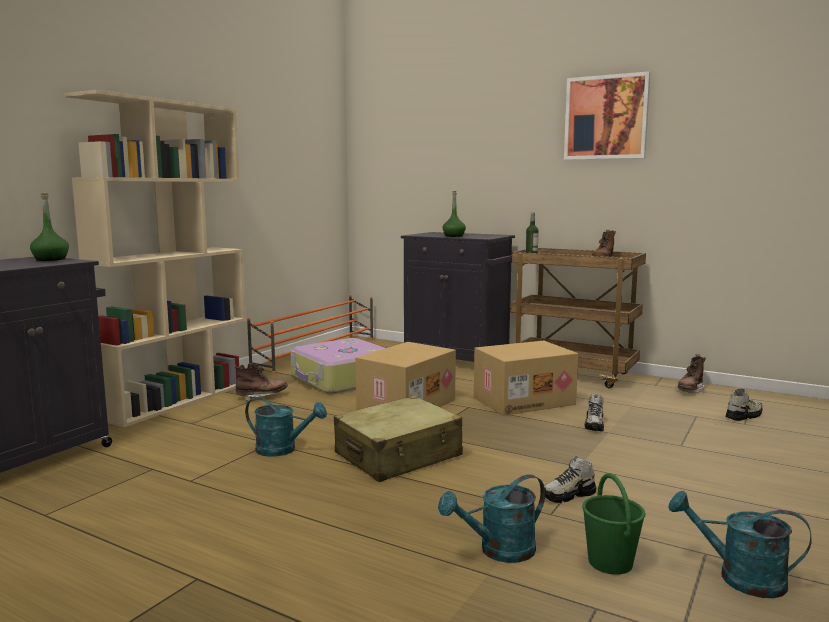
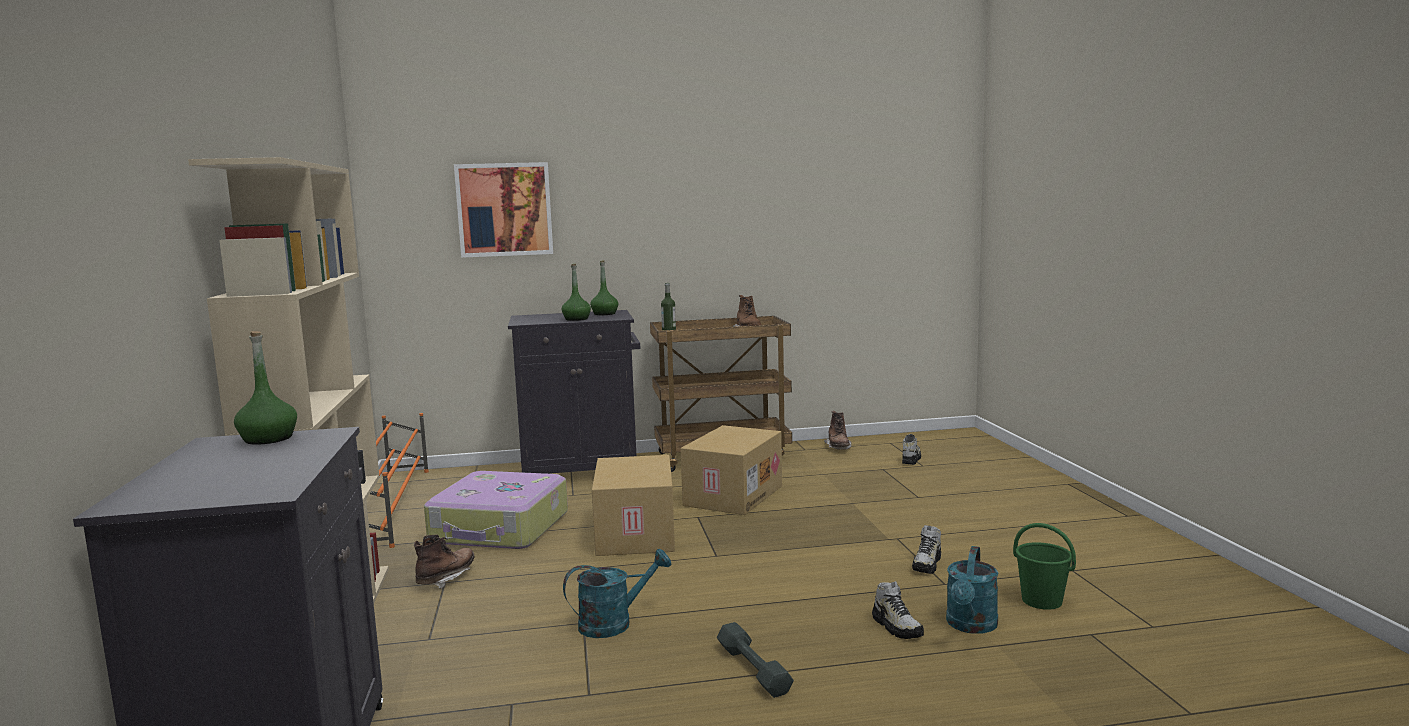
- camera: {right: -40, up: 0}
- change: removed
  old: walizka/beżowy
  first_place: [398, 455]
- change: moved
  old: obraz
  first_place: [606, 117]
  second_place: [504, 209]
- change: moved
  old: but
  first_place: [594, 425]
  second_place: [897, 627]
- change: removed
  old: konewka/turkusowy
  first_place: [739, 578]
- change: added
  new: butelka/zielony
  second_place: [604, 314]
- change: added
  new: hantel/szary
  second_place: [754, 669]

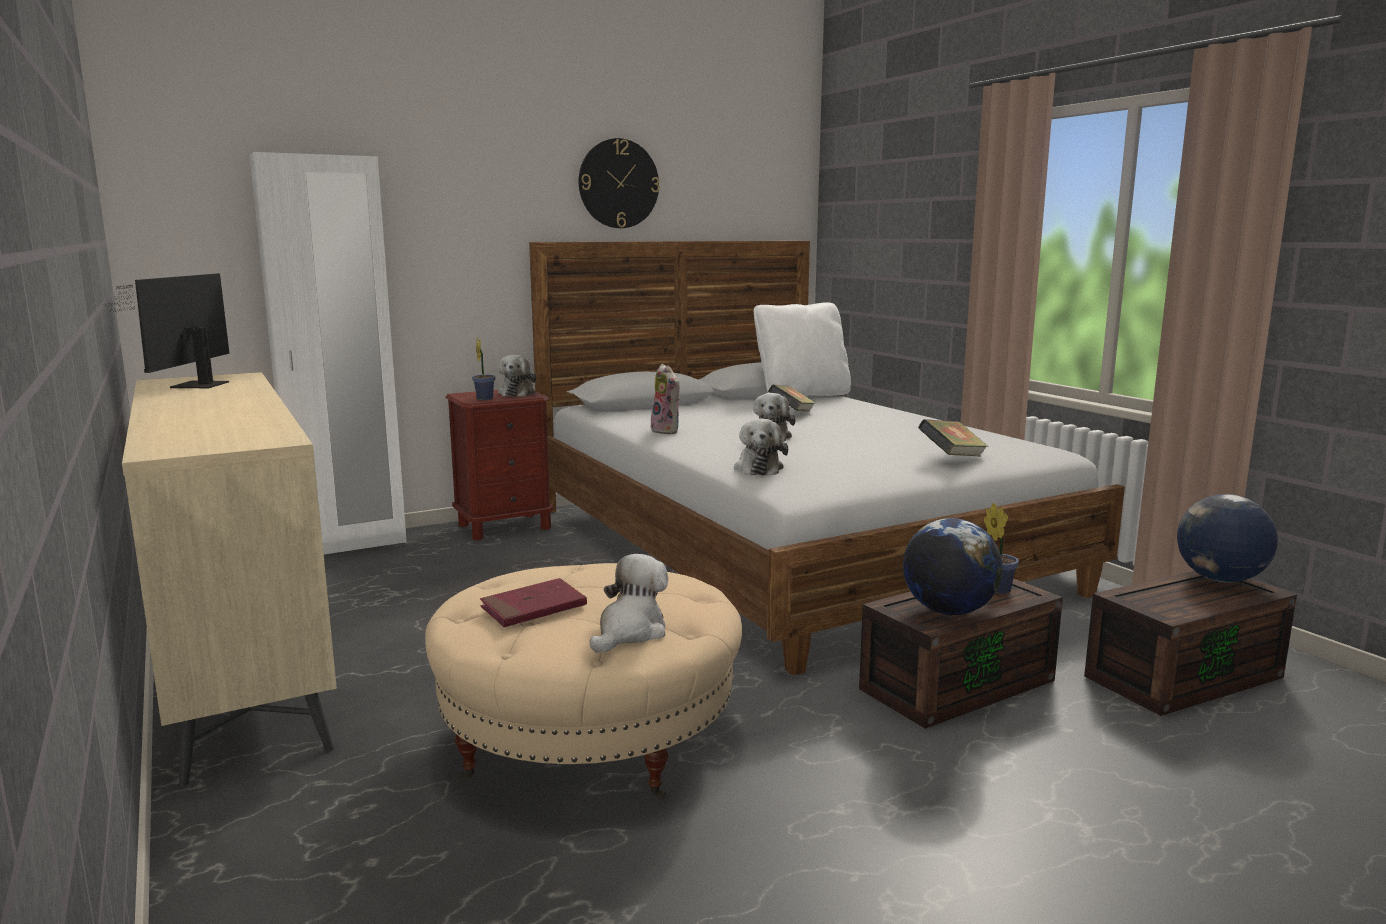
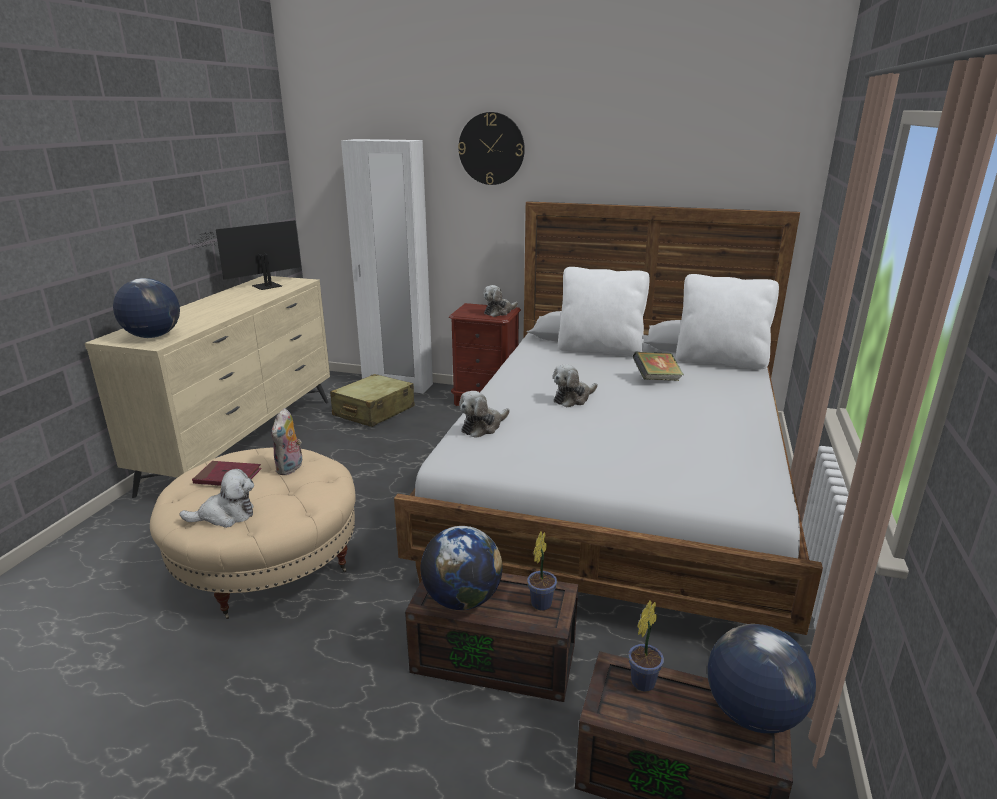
- camera: {right: 45, up: 10}
- change: moved
  old: roślina doniczkowa
  first_place: [485, 398]
  second_place: [644, 680]
- change: moved
  old: zegar ścienny
  first_place: [618, 183]
  second_place: [491, 149]
- change: moved
  old: pluszak
  first_place: [667, 431]
  second_place: [290, 468]
- change: removed
  old: książka
  first_place: [952, 458]
- change: added
  new: globus
  second_place: [152, 336]
- change: added
  new: walizka/beżowy
  second_place: [373, 411]
- change: added
  new: poduszka/biały
  second_place: [600, 349]

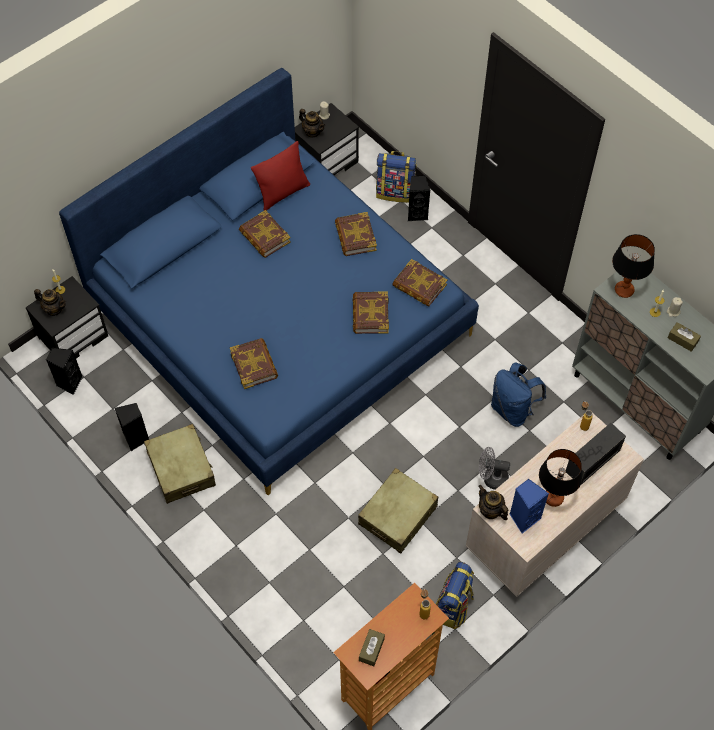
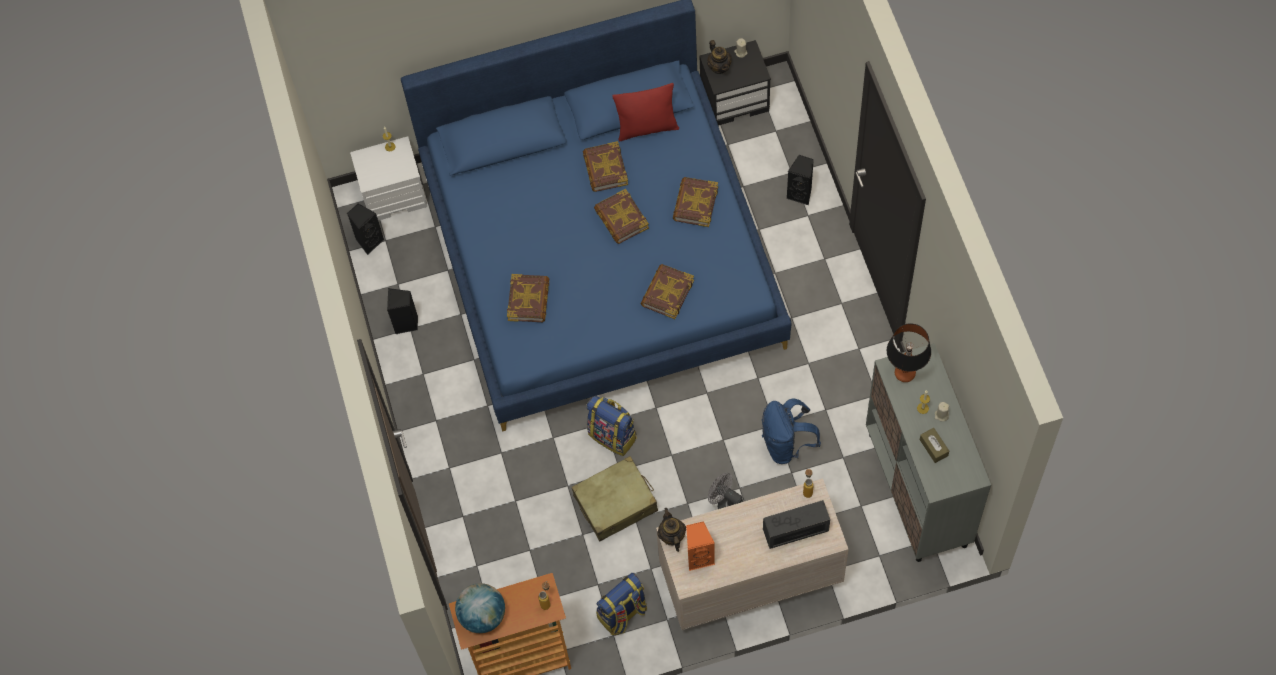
- camera: {right: 30, up: 5}
- change: recoloured
  old: szafka nocna/czarny
  new: szafka nocna/biały
  first_place: [73, 336]
  second_place: [394, 194]
- change: removed
  old: imbryk
  first_place: [54, 309]
- change: removed
  old: walizka/beżowy
  first_place: [181, 469]
- change: replaced
  old: pudełko chusteczek/brązowy
  new: globus
  first_place: [371, 649]
  second_place: [483, 615]
- change: moved
  old: plecak
  first_place: [395, 192]
  second_place: [613, 435]
- change: moved
  old: książka
  first_place: [419, 286]
  second_place: [621, 219]
- change: recoloured
  old: głośnik/niebieski
  new: głośnik/pomarańczowy
  first_place: [524, 518]
  second_place: [699, 556]
- change: removed
  old: lampa stołowa
  first_place: [553, 498]

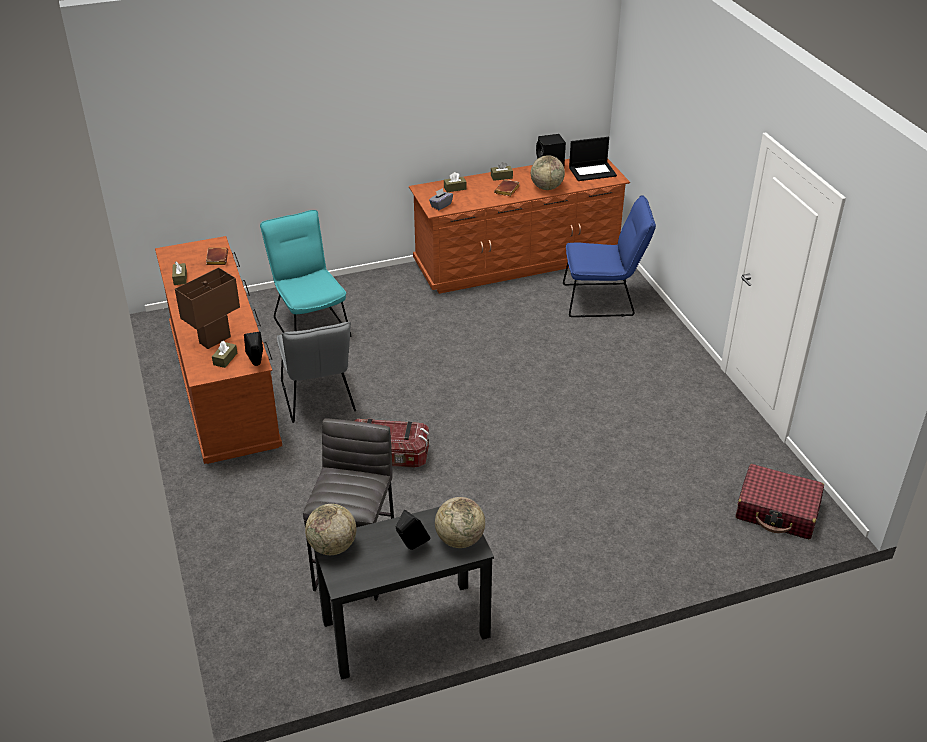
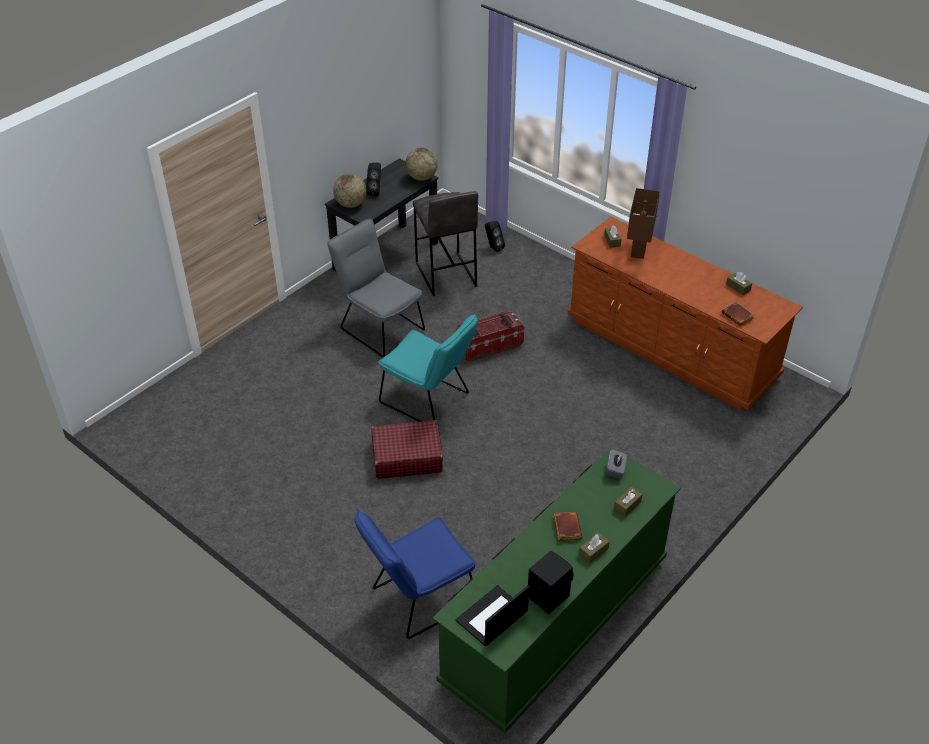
- camera: {right: 150, up: 5}
- change: moved
  old: głośnik/czarny
  first_place: [256, 365]
  second_place: [493, 248]
- change: moved
  old: krzesło/turkusowy
  first_place: [310, 324]
  second_place: [429, 400]
- change: moved
  old: krzesło/szary
  first_place: [319, 400]
  second_place: [378, 326]
- change: recoloured
  old: komoda/brązowy
  new: komoda/zielony
  first_place: [517, 261]
  second_place: [555, 620]
- change: removed
  old: globus
  first_place: [546, 187]
- change: moved
  old: walizka/czerwony
  first_place: [777, 511]
  second_place: [406, 457]

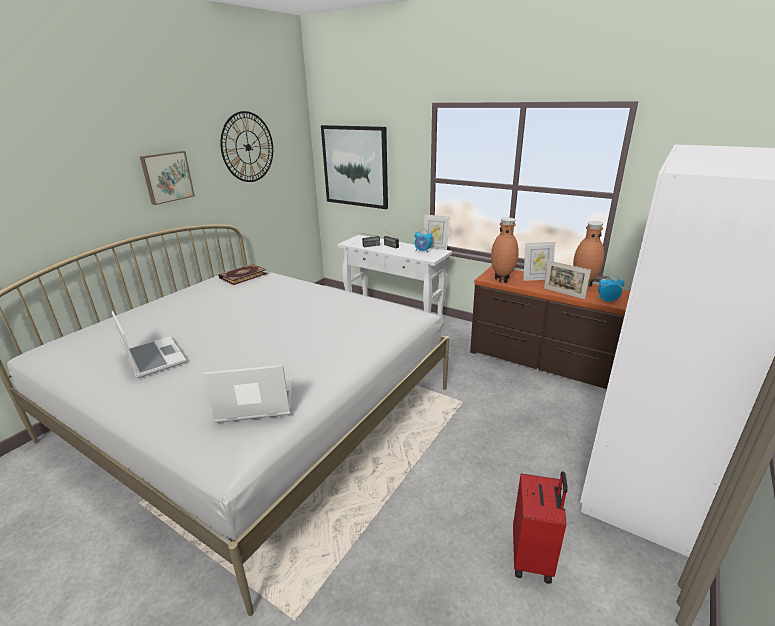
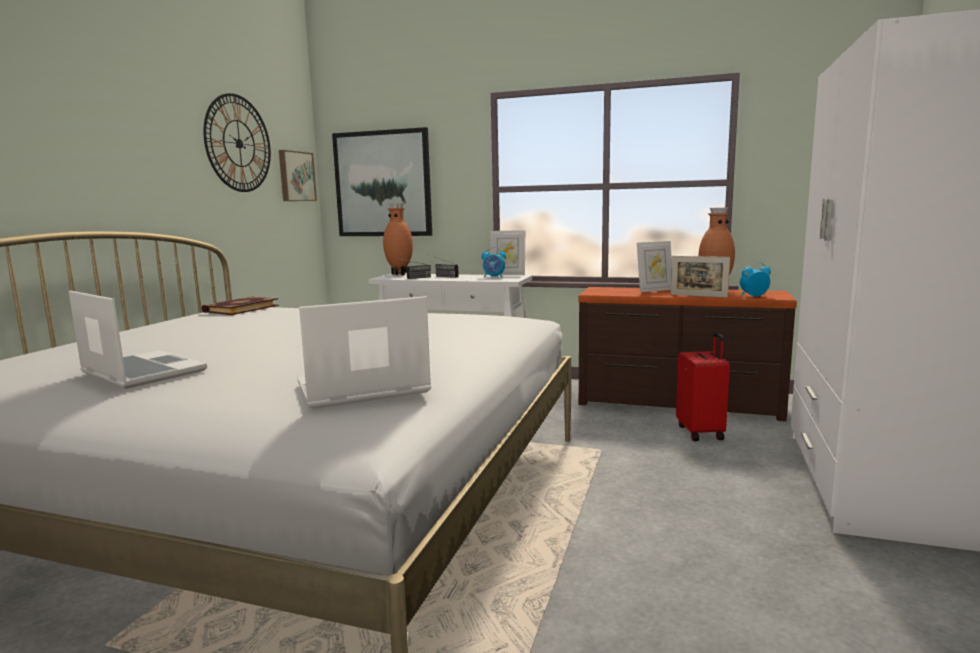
- camera: {right: -15, up: -15}
- change: moved
  old: obraz
  first_place: [167, 177]
  second_place: [296, 176]
- change: moved
  old: wazon/brązowy
  first_place: [502, 279]
  second_place: [400, 274]
- change: moved
  old: walizka/czerwony
  first_place: [533, 557]
  second_place: [701, 432]

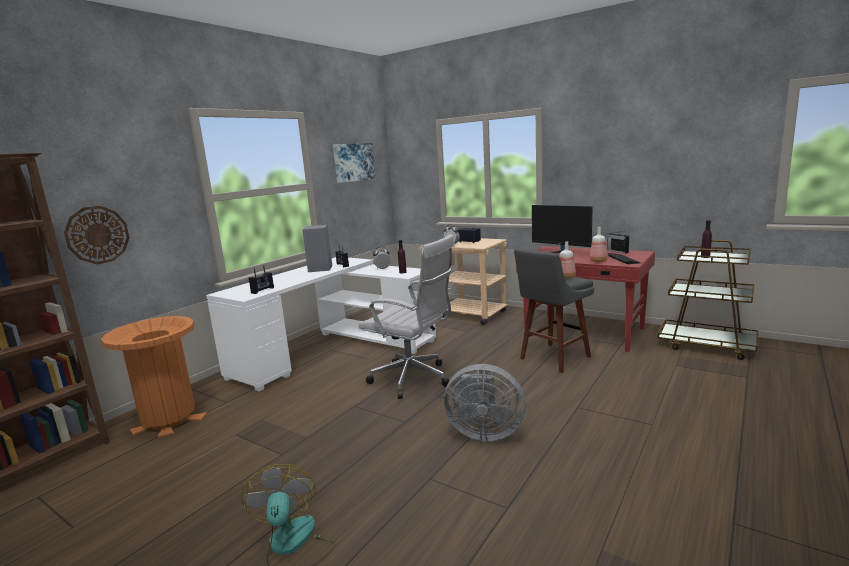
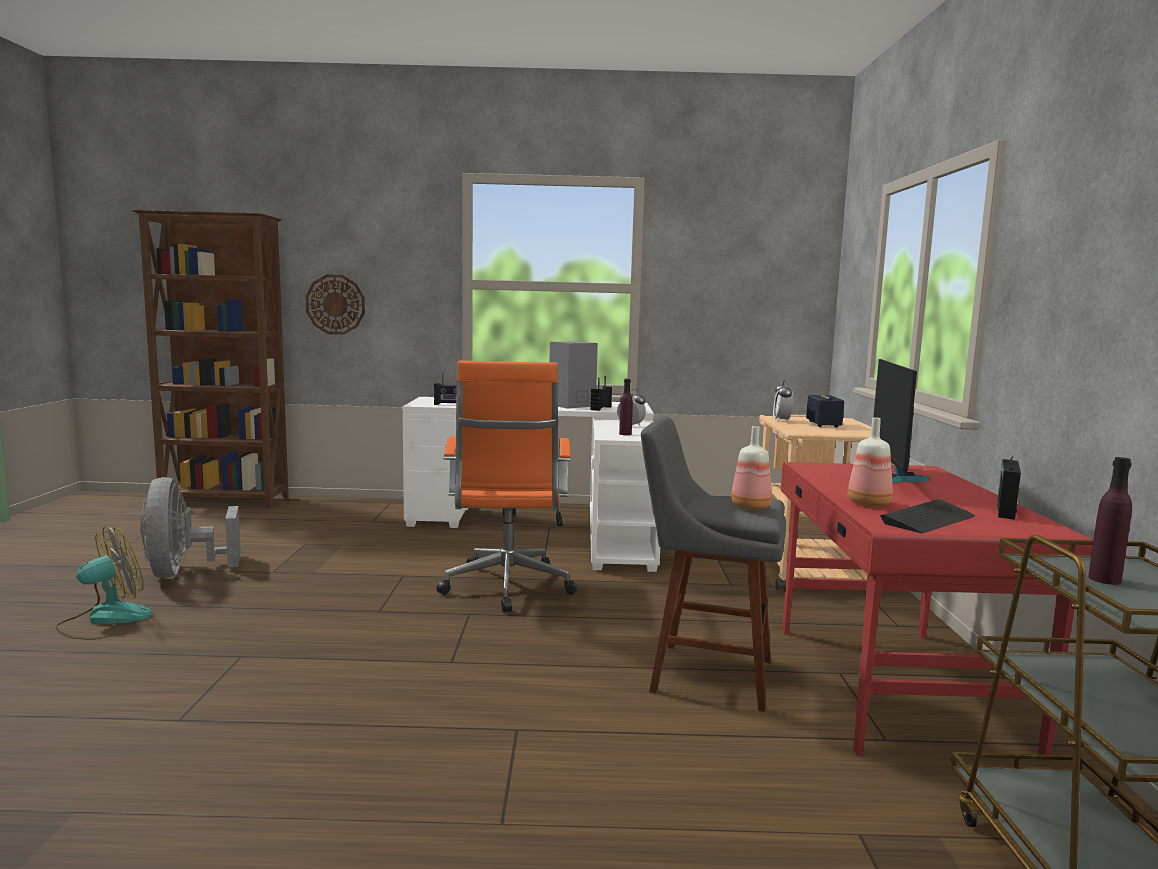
- camera: {right: 55, up: -5}
- change: removed
  old: kosz na śmieci/pomarańczowy
  first_place: [169, 419]
- change: removed
  old: obraz
  first_place: [353, 162]
- change: recoloured
  old: krzesło biurowe/biały
  new: krzesło biurowe/pomarańczowy
  first_place: [414, 379]
  second_place: [507, 589]
- change: moved
  old: wentylator/szary
  first_place: [483, 432]
  second_place: [183, 572]

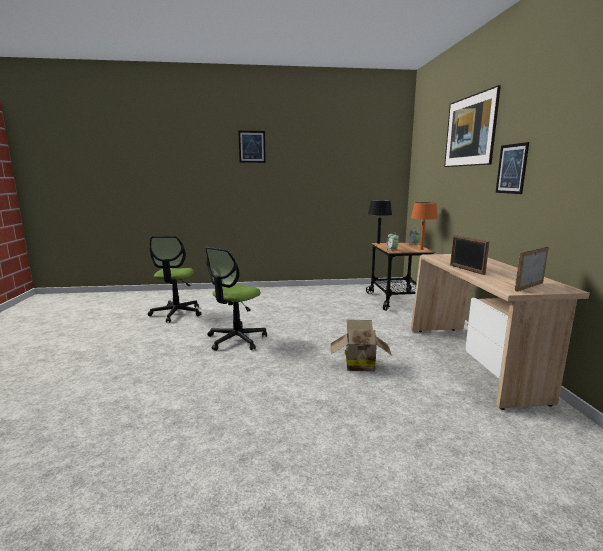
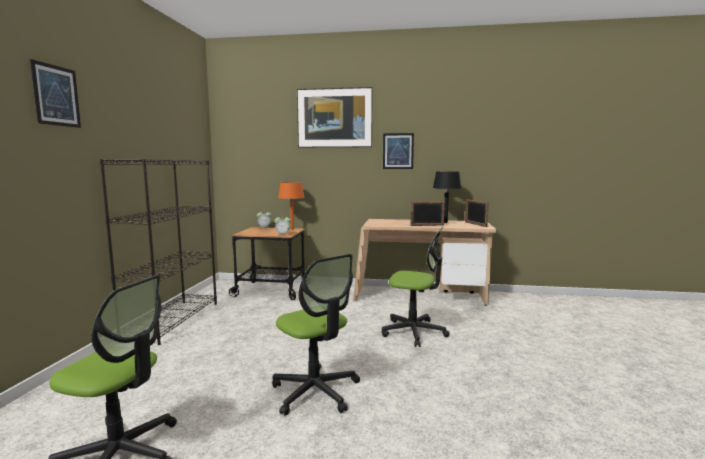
- camera: {right: -75, up: -5}
- change: replaced
  old: karton
  new: krzesło biurowe
  first_place: [358, 364]
  second_place: [414, 332]
- change: moved
  old: lampa stołowa/czarny
  first_place: [378, 243]
  second_place: [445, 222]
- change: added
  new: regał/czarny
  second_place: [173, 320]

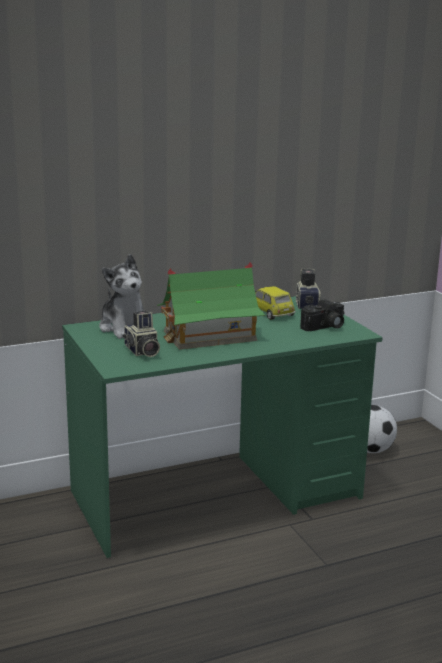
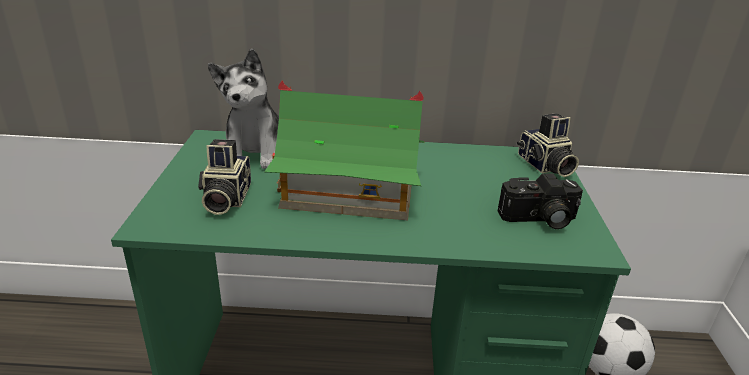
- camera: {right: 25, up: 10}
- change: removed
  old: samochodzik
  first_place: [269, 311]
- change: turned
  old: aparat fotograficzny
  first_place: [307, 304]
  second_place: [544, 166]
  degrees: 135

